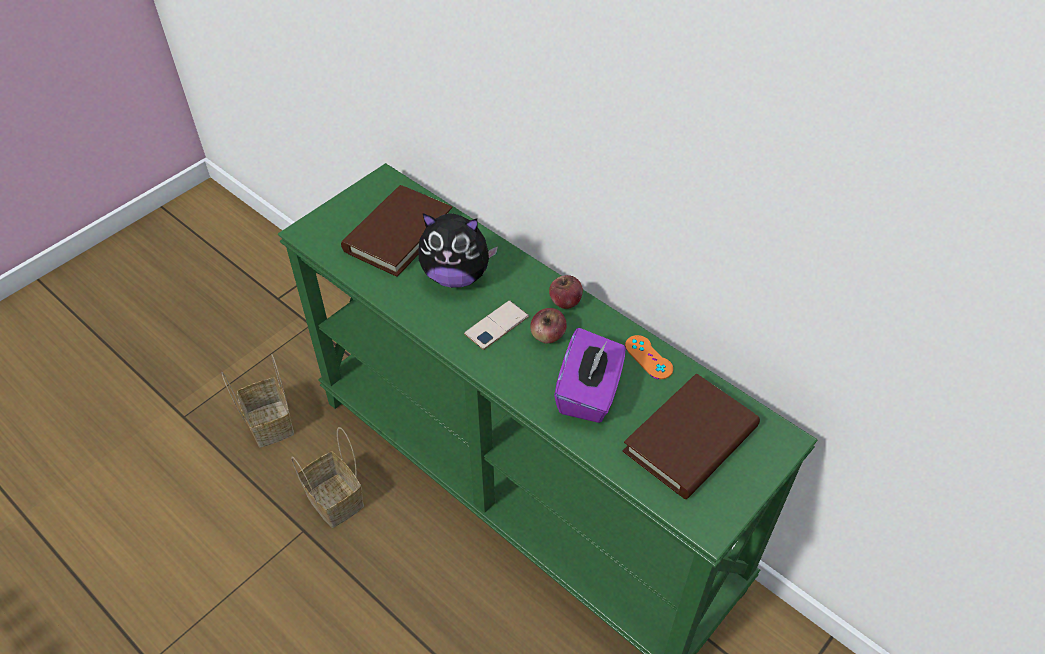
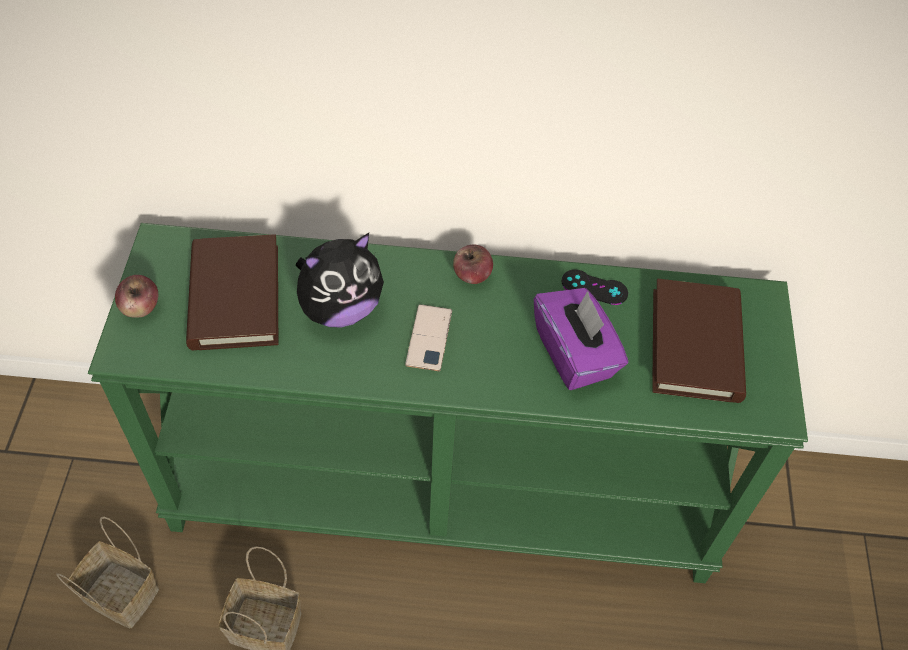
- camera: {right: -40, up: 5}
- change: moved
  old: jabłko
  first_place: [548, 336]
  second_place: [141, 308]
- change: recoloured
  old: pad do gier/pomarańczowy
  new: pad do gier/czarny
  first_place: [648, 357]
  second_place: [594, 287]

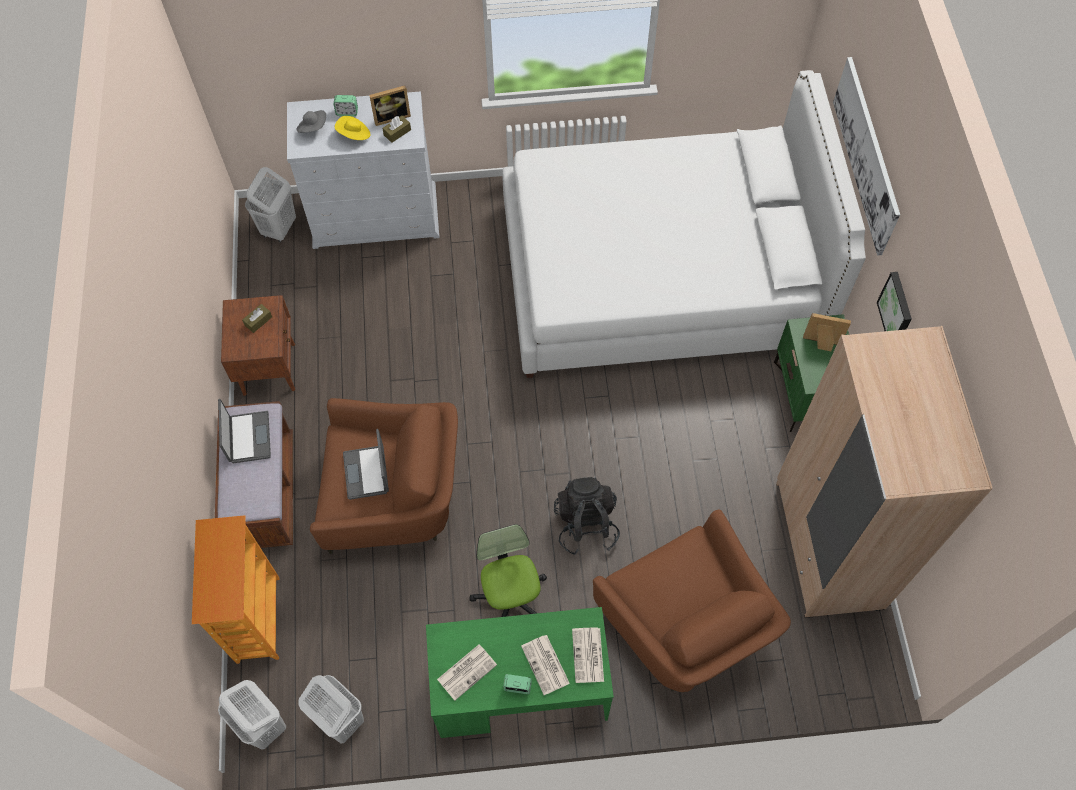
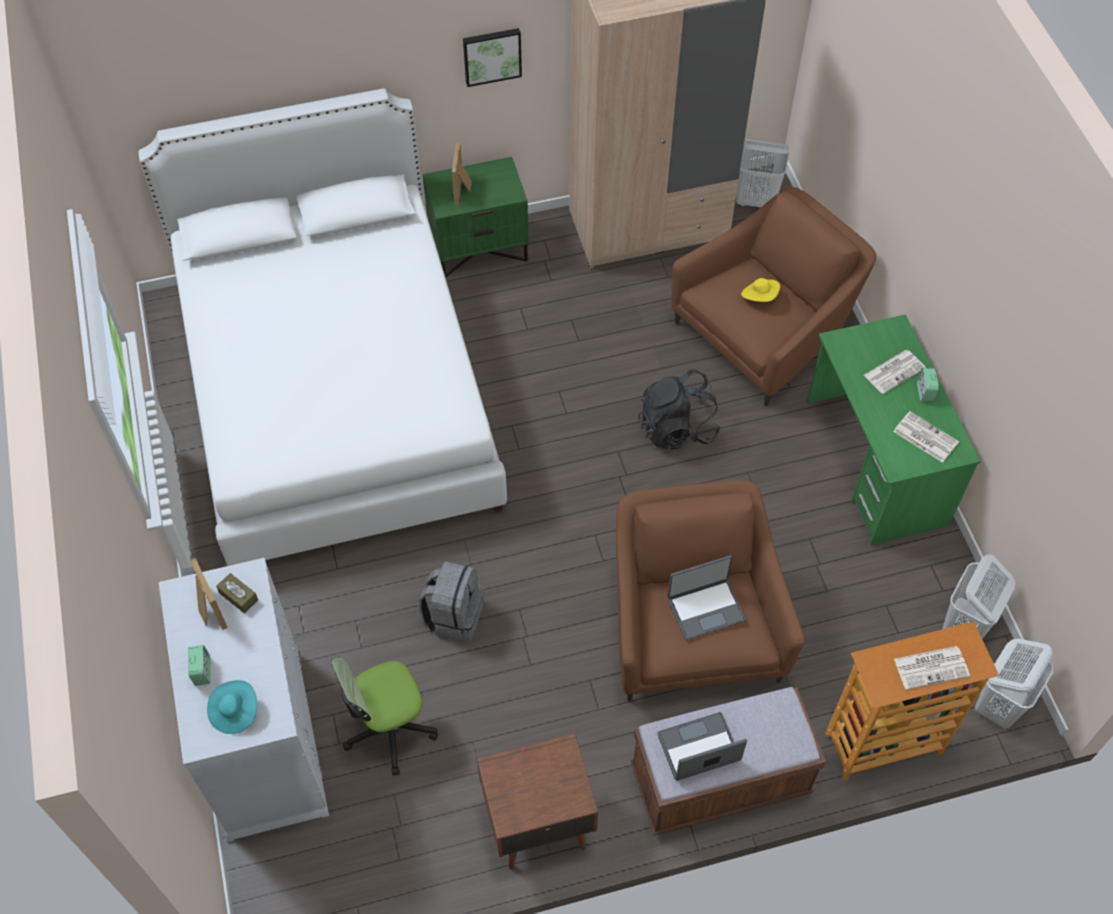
- camera: {right: -100, up: -5}
- change: removed
  old: pudełko chusteczek/brązowy
  first_place: [258, 321]
- change: moved
  old: kosz na pranie/biały
  first_place: [279, 229]
  second_place: [756, 200]
- change: recoloured
  old: kapelusz/szary
  new: kapelusz/turkusowy
  first_place: [313, 128]
  second_place: [234, 712]
- change: moved
  old: kapelusz/żółty
  first_place: [354, 135]
  second_place: [760, 296]
- change: moved
  old: krzesło biurowe
  first_place: [510, 597]
  second_place: [389, 728]
- change: moved
  old: gazeta
  first_place: [588, 656]
  second_place: [932, 667]
- change: removed
  old: obraz
  first_place: [866, 154]
- change: added
  new: plecak/szary
  second_place: [454, 615]

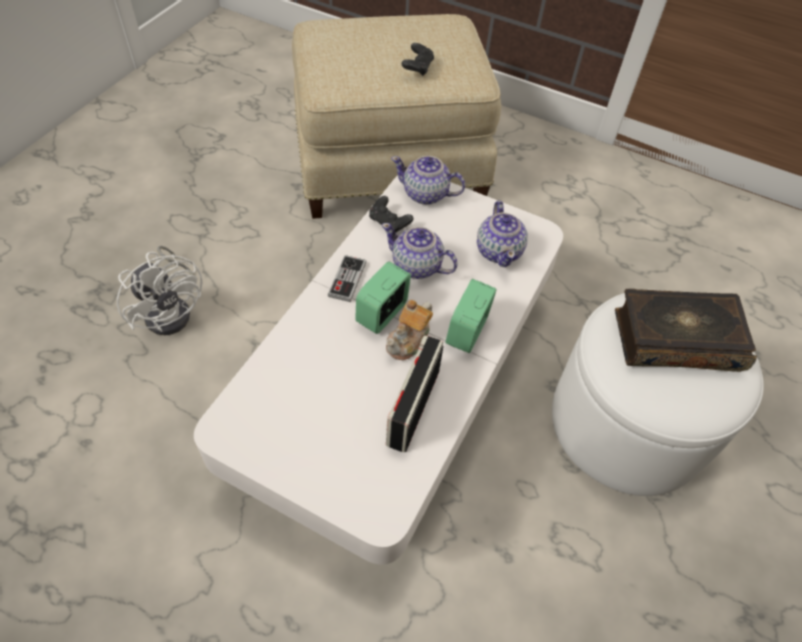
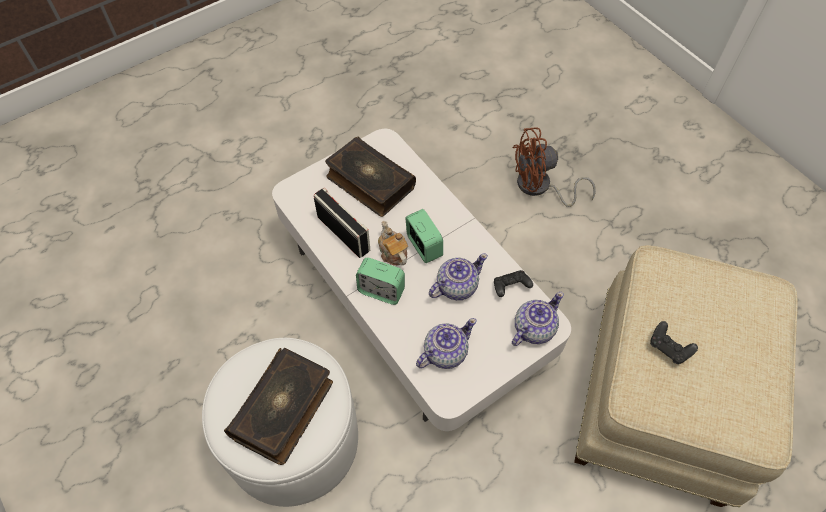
- camera: {right: 120, up: 5}
- change: recoloured
  old: wentylator/biały
  new: wentylator/brązowy
  first_place: [172, 310]
  second_place: [540, 187]
- change: removed
  old: pad do gier
  first_place: [347, 279]
- change: turned
  old: budzik
  first_place: [467, 331]
  second_place: [381, 291]
  degrees: 150
- change: turned
  old: imbryk
  first_place: [499, 251]
  second_place: [444, 352]
  degrees: 120
- change: added
  new: książka
  second_place: [369, 183]

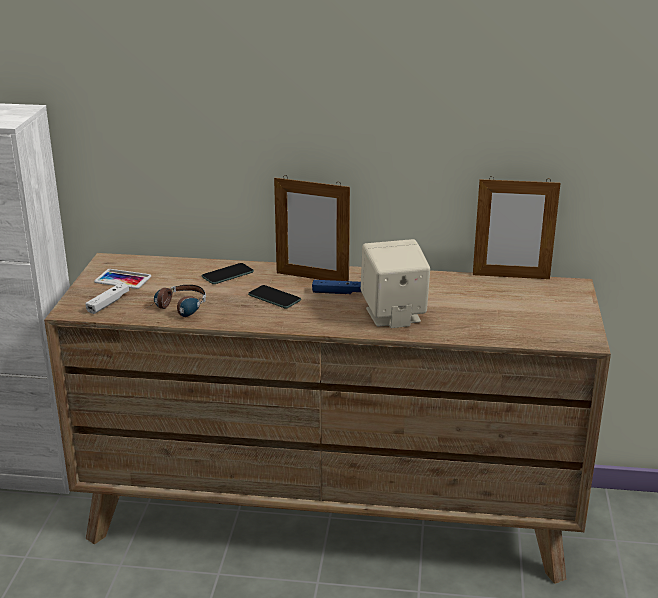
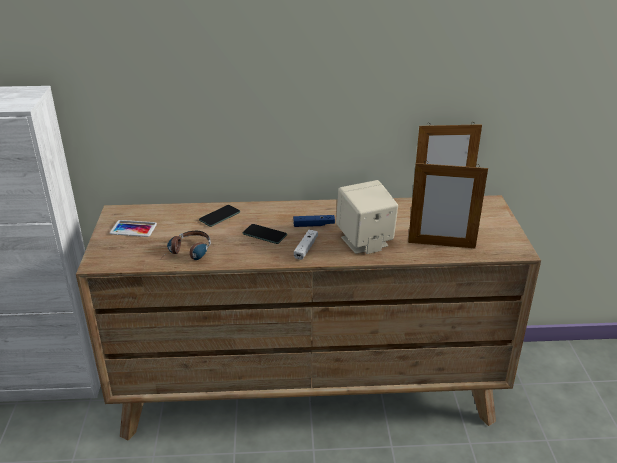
- camera: {right: -10, up: 5}
- change: moved
  old: pad do gier/biały
  first_place: [108, 303]
  second_place: [306, 248]
- change: moved
  old: ramka na zdjęcie
  first_place: [312, 278]
  second_place: [441, 245]

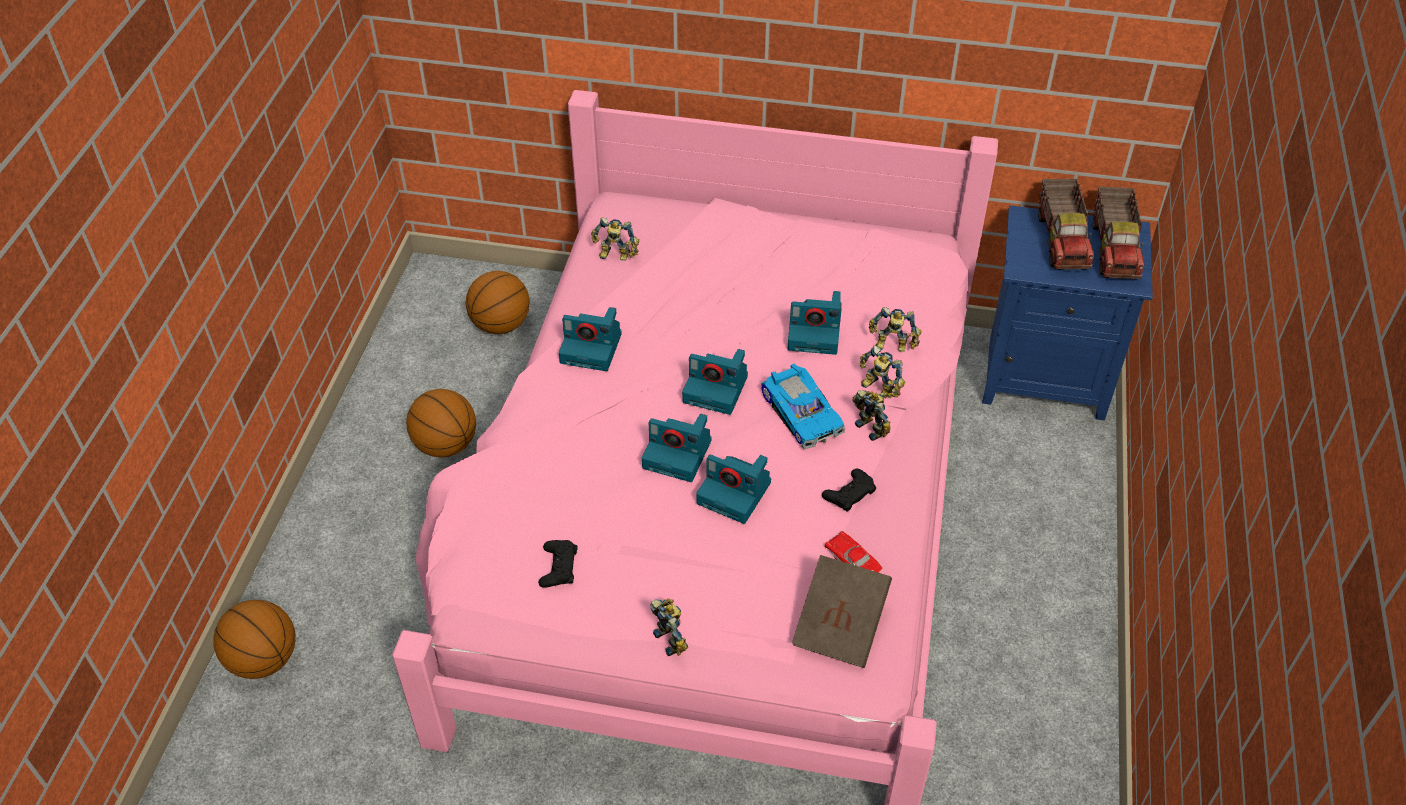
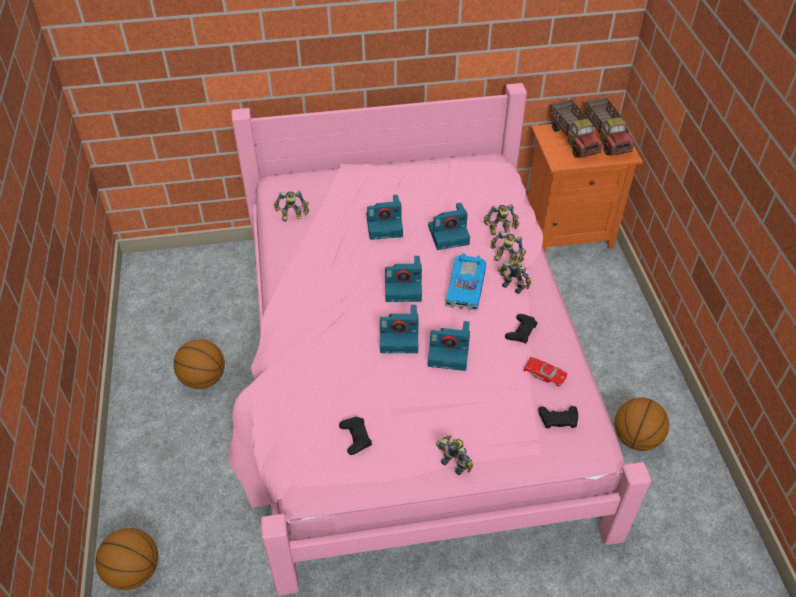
- camera: {right: -20, up: 0}
- change: moved
  old: piłka do koszykówki
  first_place: [500, 325]
  second_place: [635, 438]
- change: moved
  old: aparat fotograficzny
  first_place: [592, 348]
  second_place: [385, 225]
- change: turned
  old: samochodzik
  first_place: [803, 412]
  second_place: [467, 287]
  degrees: 60
- change: replaced
  old: książka/brązowy
  new: pad do gier/czarny
  first_place: [840, 625]
  second_place: [558, 418]
- change: recoloured
  old: szafka nocna/niebieski
  new: szafka nocna/pomarańczowy
  first_place: [1044, 376]
  second_place: [567, 231]

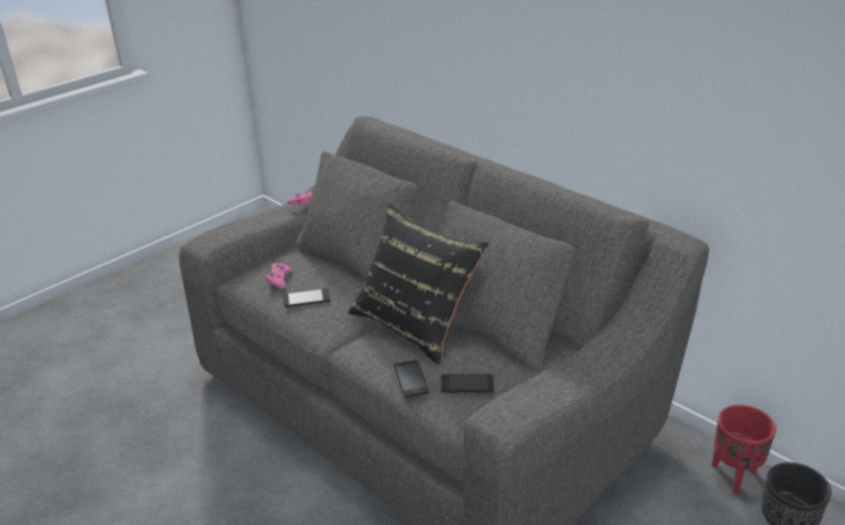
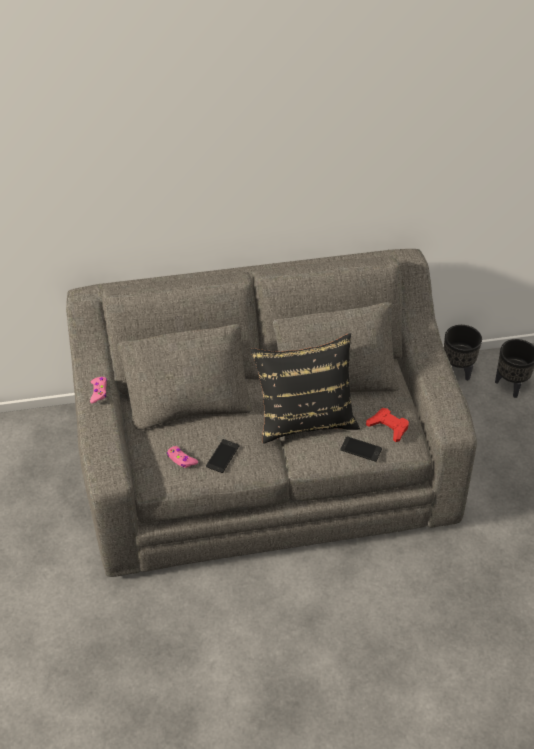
- camera: {right: -55, up: 15}
- change: replaced
  old: telefon
  new: pad do gier/czerwony
  first_place: [467, 384]
  second_place: [388, 427]
- change: recoloured
  old: donica/czerwony
  new: donica/czarny
  first_place: [735, 475]
  second_place: [457, 371]

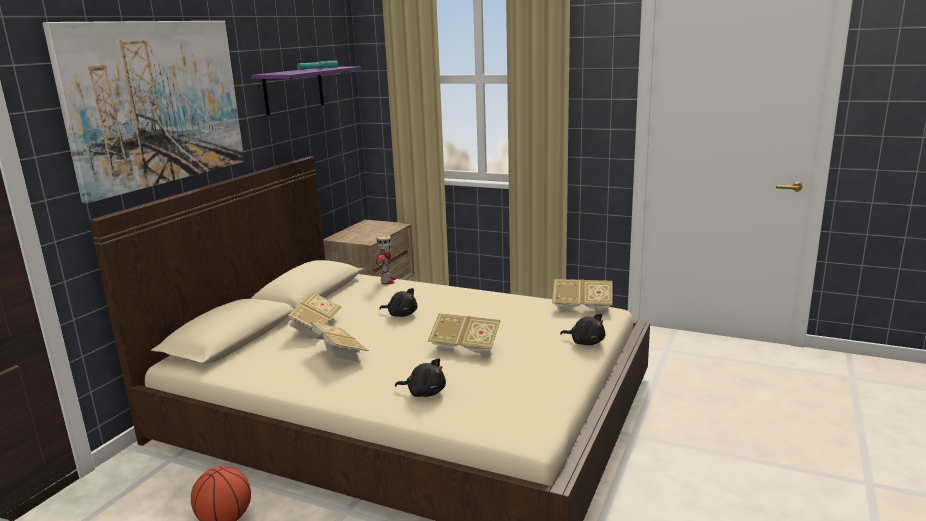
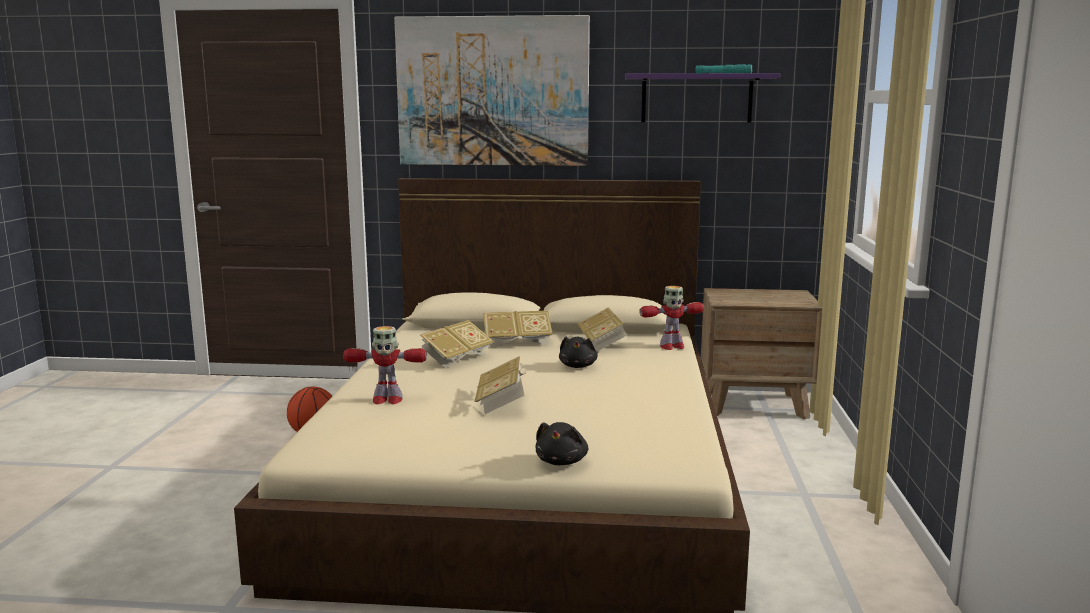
- camera: {right: 70, up: -5}
- change: replaced
  old: pluszak/czarny
  new: robot zabawkowy
  first_place: [424, 392]
  second_place: [386, 400]
- change: moved
  old: książka
  first_place: [582, 307]
  second_place: [601, 343]

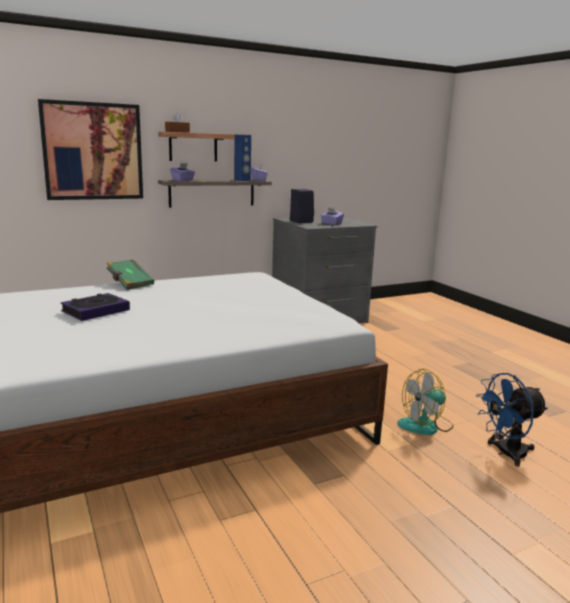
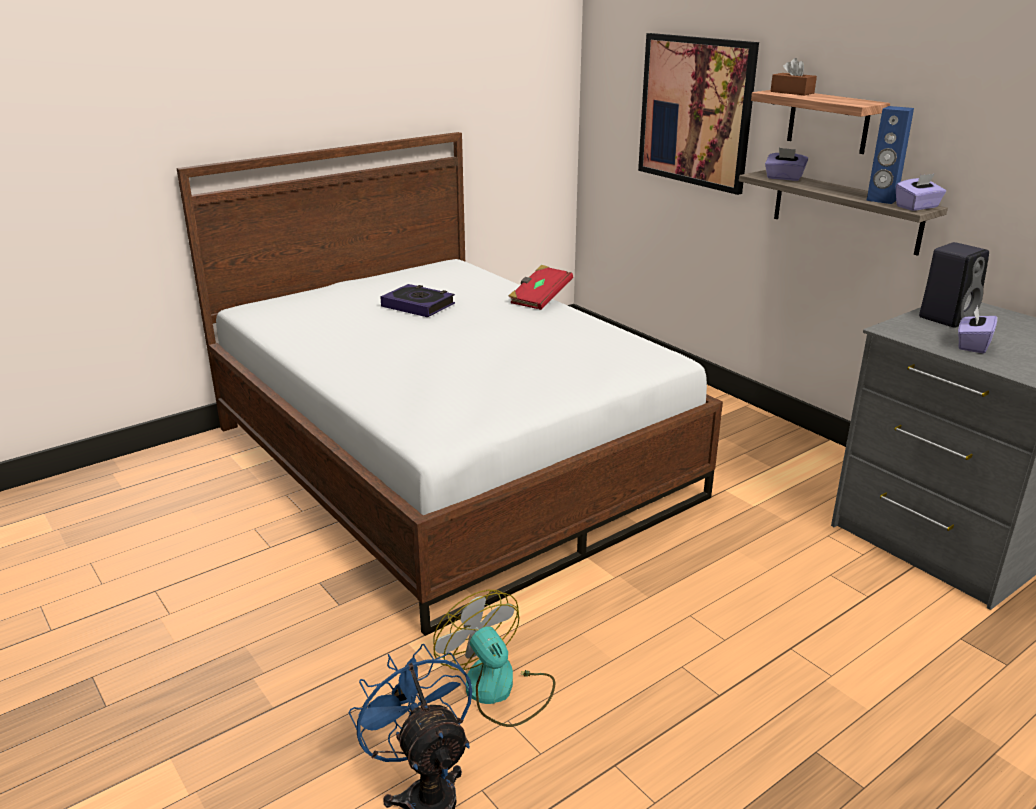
- camera: {right: 80, up: 10}
- change: recoloured
  old: książka/zielony
  new: książka/czerwony
  first_place: [129, 283]
  second_place: [540, 299]

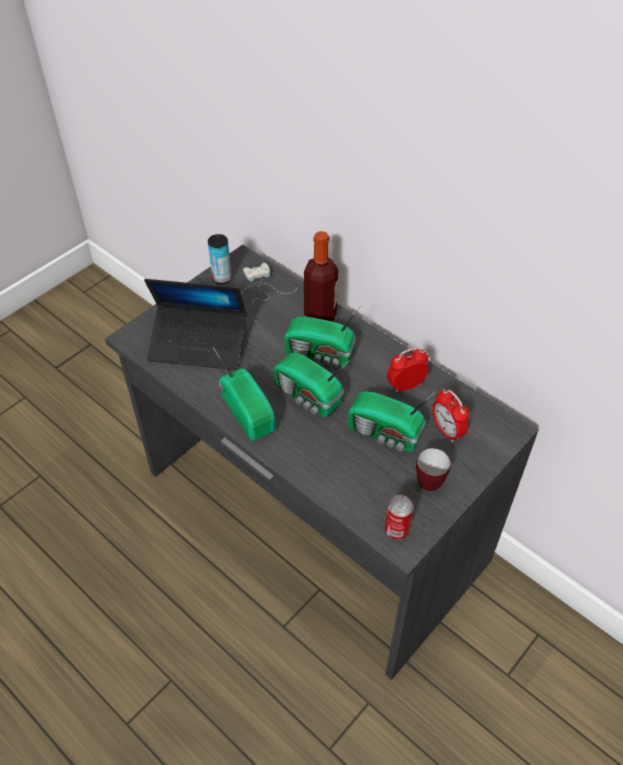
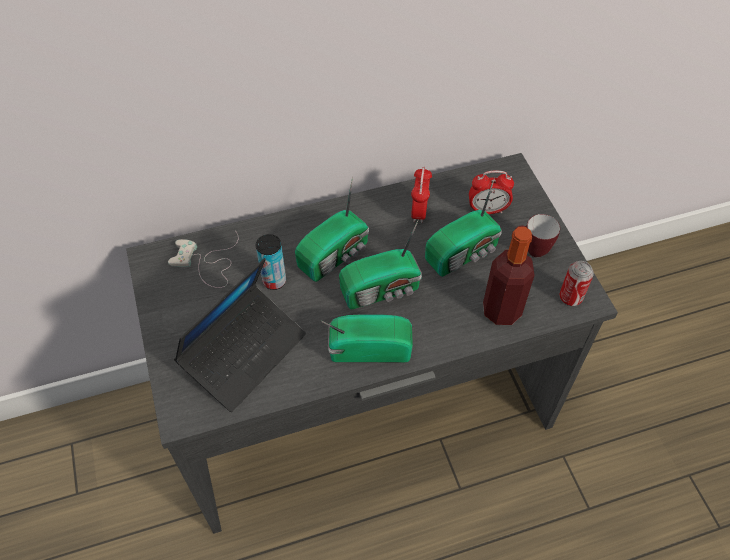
- camera: {right: -60, up: 5}
- change: moved
  old: puszka
  first_place: [222, 278]
  second_place: [274, 281]
- change: moved
  old: butelka
  first_place: [320, 315]
  second_place: [501, 310]

